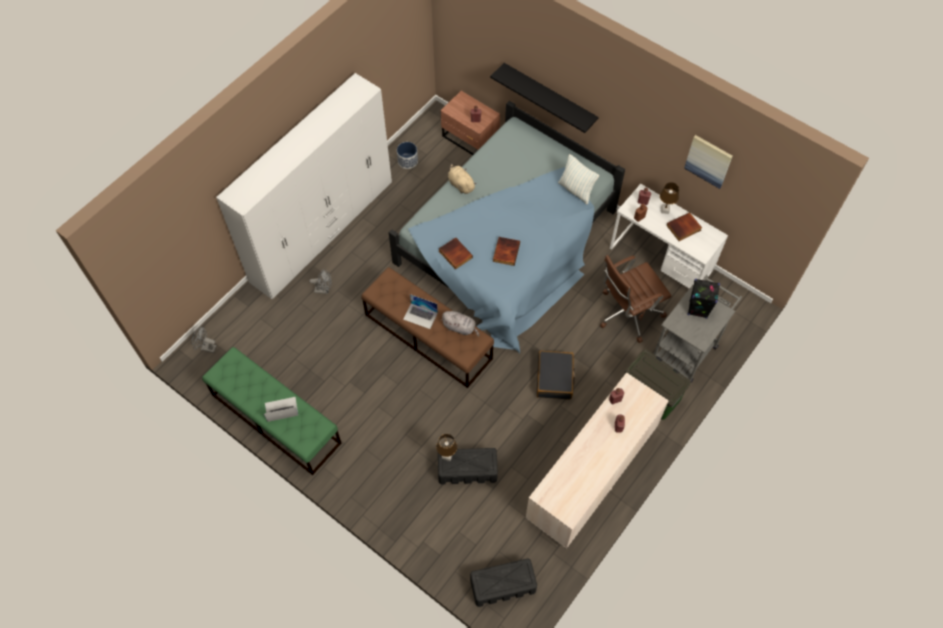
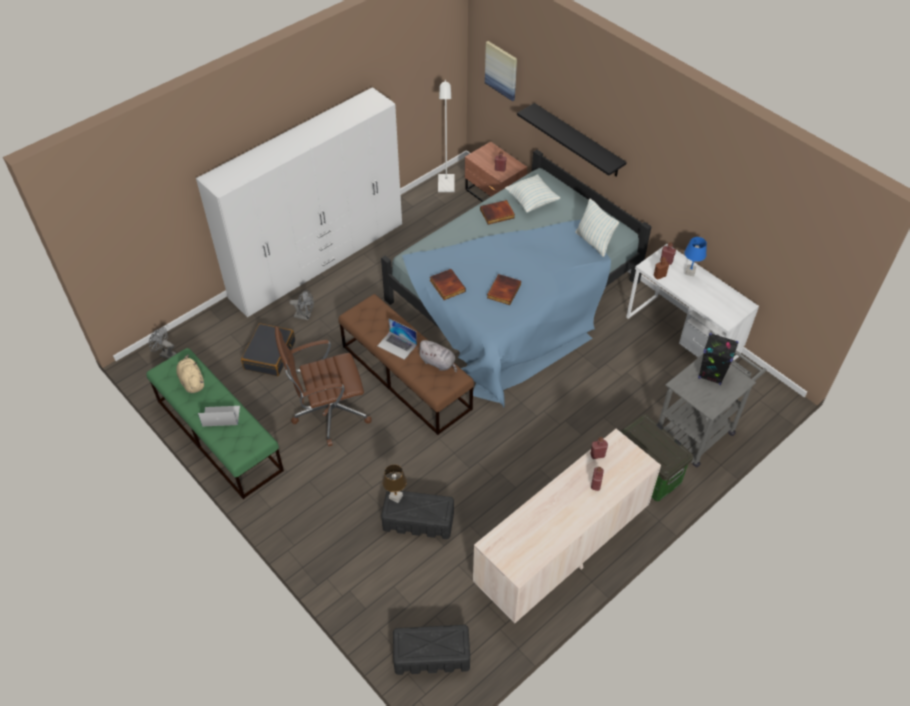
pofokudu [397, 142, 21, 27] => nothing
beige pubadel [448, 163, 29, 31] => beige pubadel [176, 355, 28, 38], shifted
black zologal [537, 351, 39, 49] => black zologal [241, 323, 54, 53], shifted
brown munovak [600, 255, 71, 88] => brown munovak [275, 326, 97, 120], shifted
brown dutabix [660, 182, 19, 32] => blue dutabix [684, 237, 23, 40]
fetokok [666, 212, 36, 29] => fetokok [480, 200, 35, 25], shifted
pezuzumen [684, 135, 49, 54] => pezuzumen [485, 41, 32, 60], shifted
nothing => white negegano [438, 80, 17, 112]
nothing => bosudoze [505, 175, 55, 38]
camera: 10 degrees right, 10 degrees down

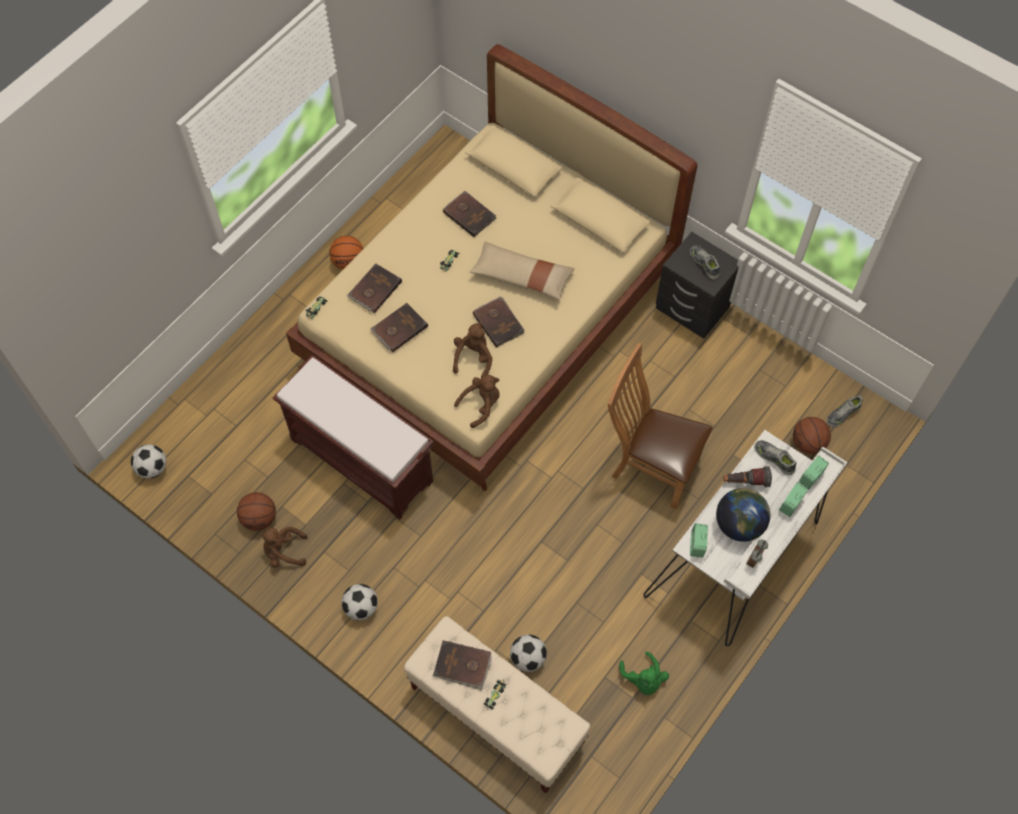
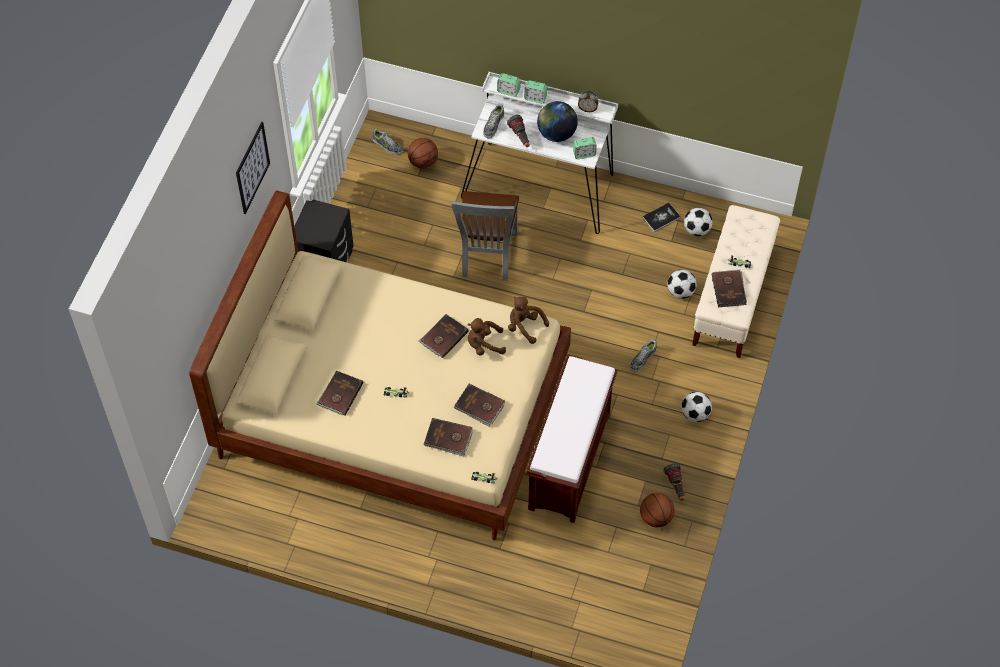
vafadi [131, 444, 35, 35] => vafadi [684, 208, 29, 28], shifted
brown pubadel [260, 527, 47, 41] => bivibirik [664, 463, 21, 38]
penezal [330, 236, 33, 34] => nothing
beige bosudoze [470, 242, 105, 58] => nothing
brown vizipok [608, 343, 104, 166] => grey vizipok [451, 191, 68, 90]
green pubadel [619, 651, 50, 44] => fetokok [642, 203, 39, 29]
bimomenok [690, 245, 30, 34] => bimomenok [630, 340, 27, 32], shifted
nothing => pezuzumen [236, 121, 34, 93]
camera: 110 degrees left, 5 degrees down

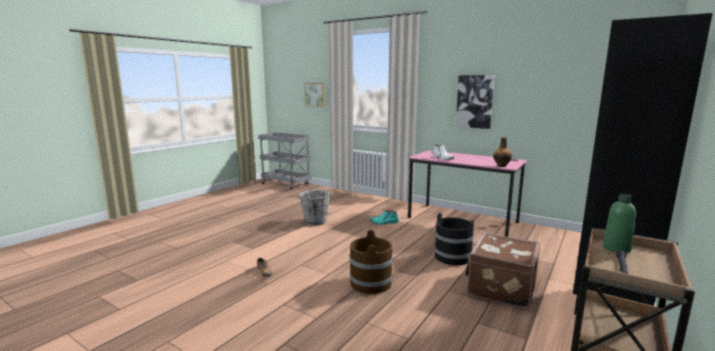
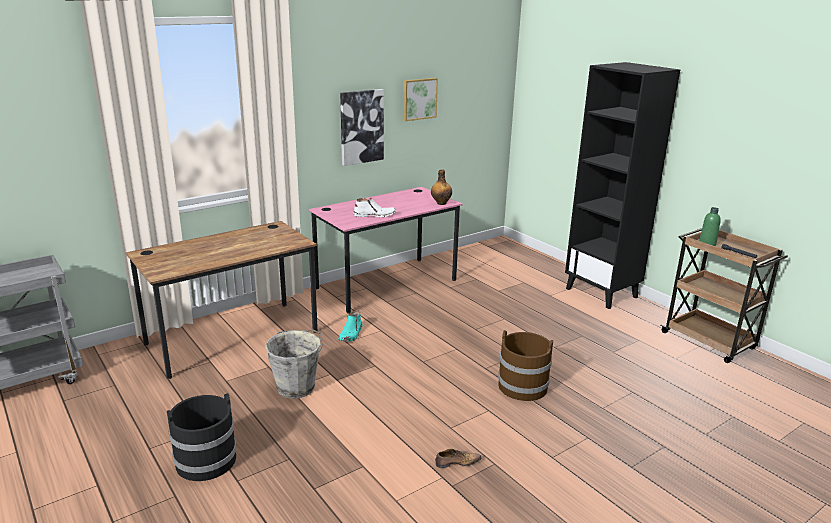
pezuzumen [305, 83, 20, 24] => pezuzumen [403, 78, 35, 43], shifted
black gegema [434, 213, 40, 52] => black gegema [167, 393, 69, 88], shifted
brown zologal [465, 233, 75, 76] => nothing
nothing => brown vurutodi [126, 221, 192, 158]
camera: 70 degrees left, 10 degrees up

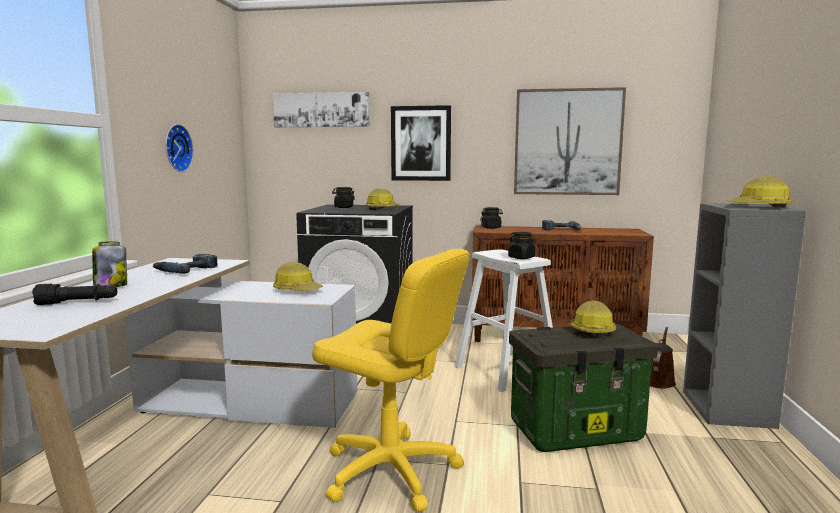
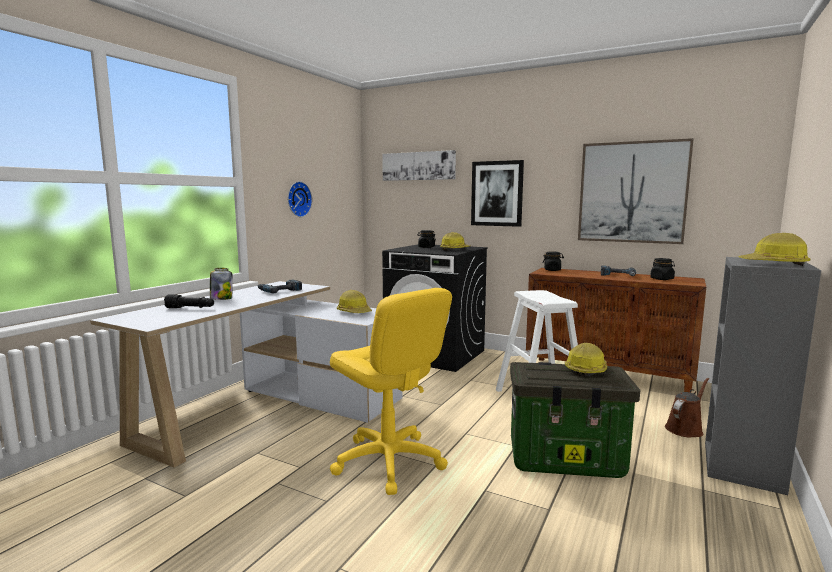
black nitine [508, 232, 28, 27] => black nitine [650, 258, 25, 22], shifted
camera: 20 degrees right, 0 degrees up

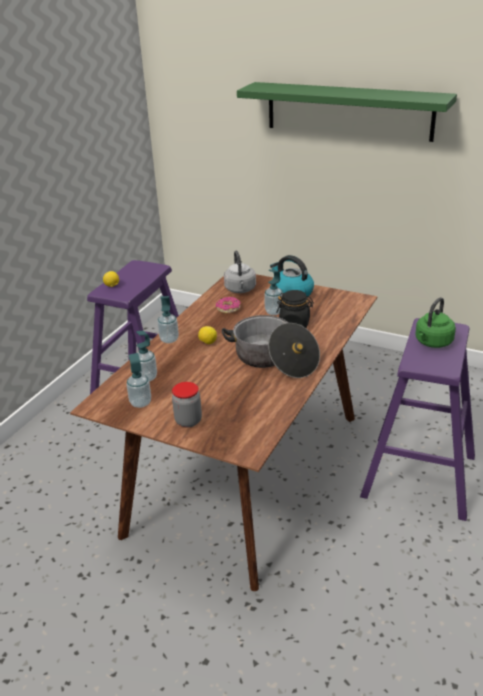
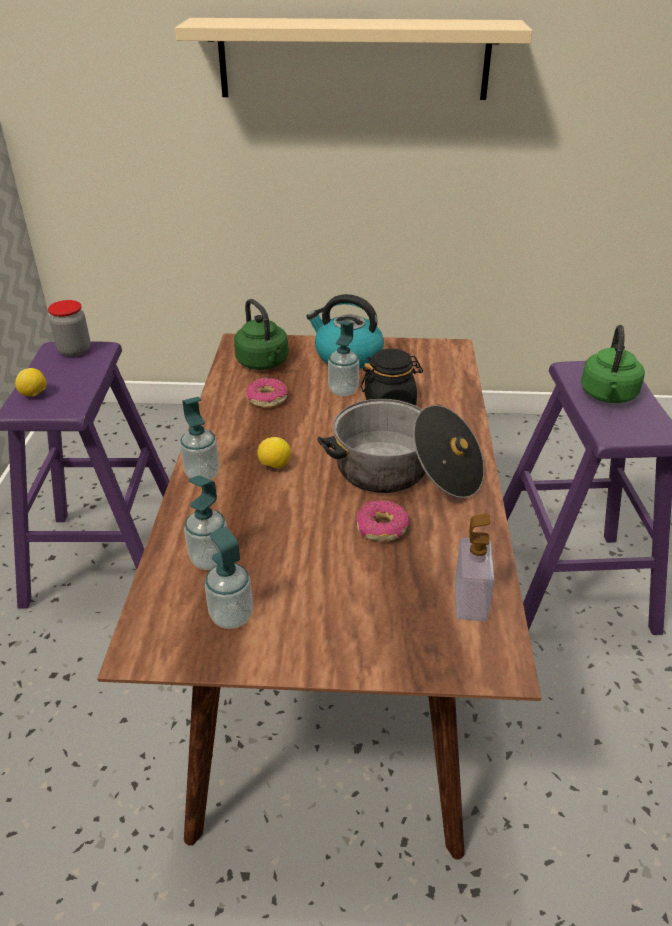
nitine [172, 382, 30, 45] => nitine [48, 300, 43, 57], shifted
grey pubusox [224, 250, 32, 43] => green pubusox [234, 299, 54, 71]
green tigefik [237, 82, 220, 60] => beige tigefik [175, 18, 358, 82]
nothing => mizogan [356, 500, 53, 42]
nothing => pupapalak [455, 513, 40, 108]
camera: 25 degrees left, 5 degrees up

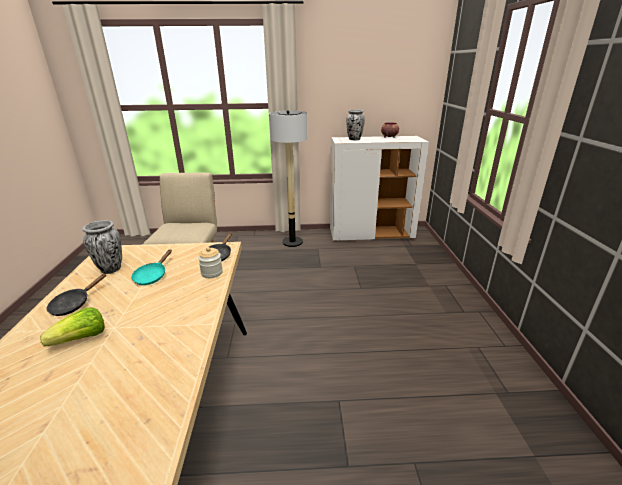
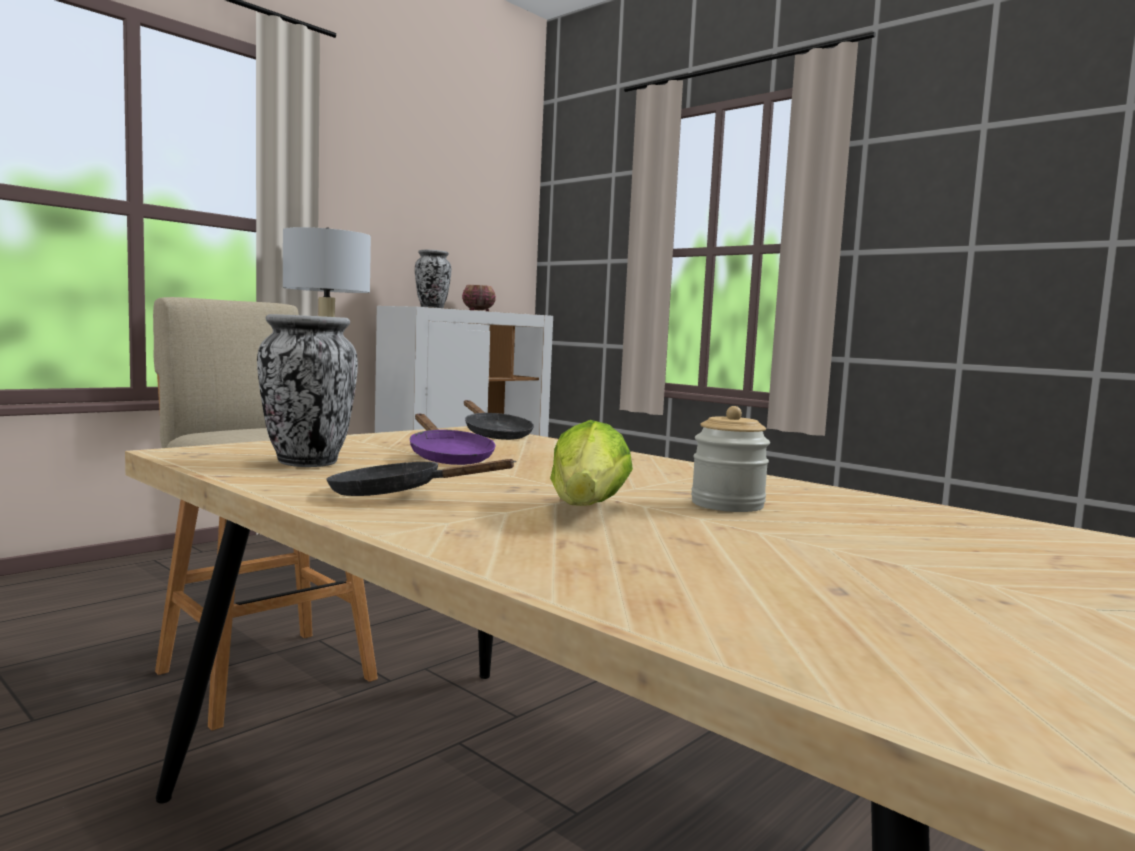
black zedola [46, 274, 60, 42] => black zedola [326, 459, 190, 37], 120 degrees clockwise
turquoise zedola [131, 249, 41, 36] => purple zedola [410, 414, 86, 51]
nitine [198, 247, 25, 31] => nitine [691, 406, 79, 106], shifted
camera: 45 degrees left, 20 degrees down

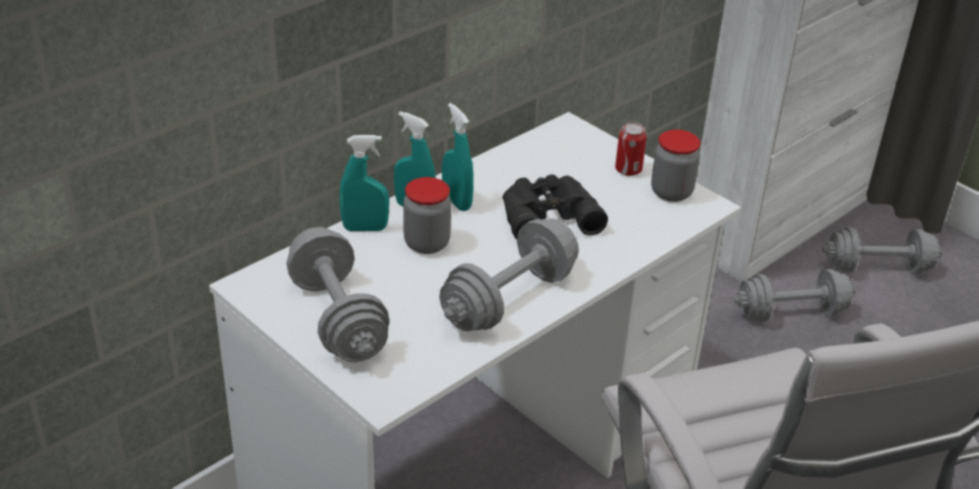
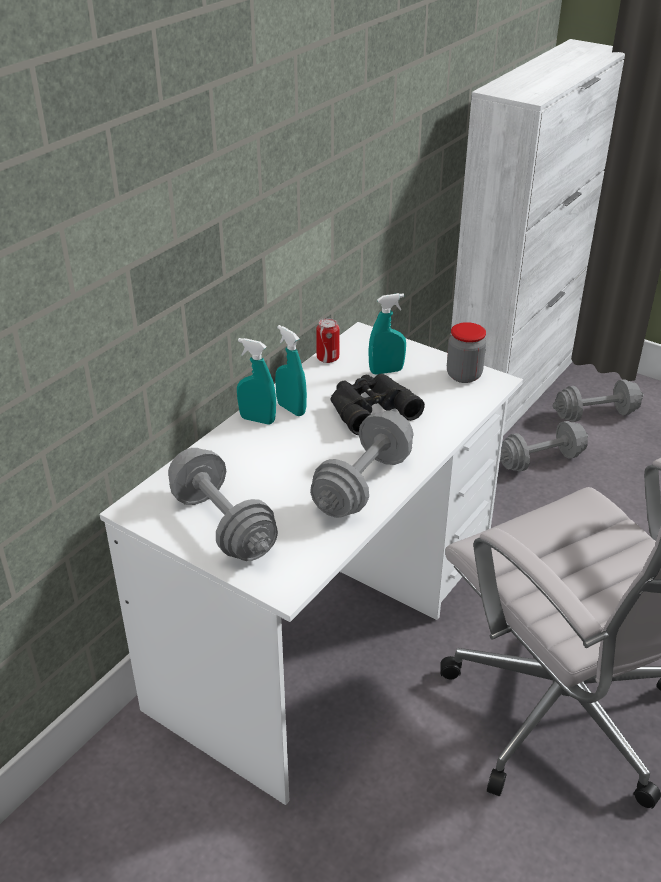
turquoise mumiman [340, 135, 49, 96] => turquoise mumiman [368, 293, 38, 82], shifted
nitine [403, 177, 48, 77] => nothing
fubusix [615, 122, 32, 54] => fubusix [316, 318, 23, 45], shifted
camera: 10 degrees left, 0 degrees up

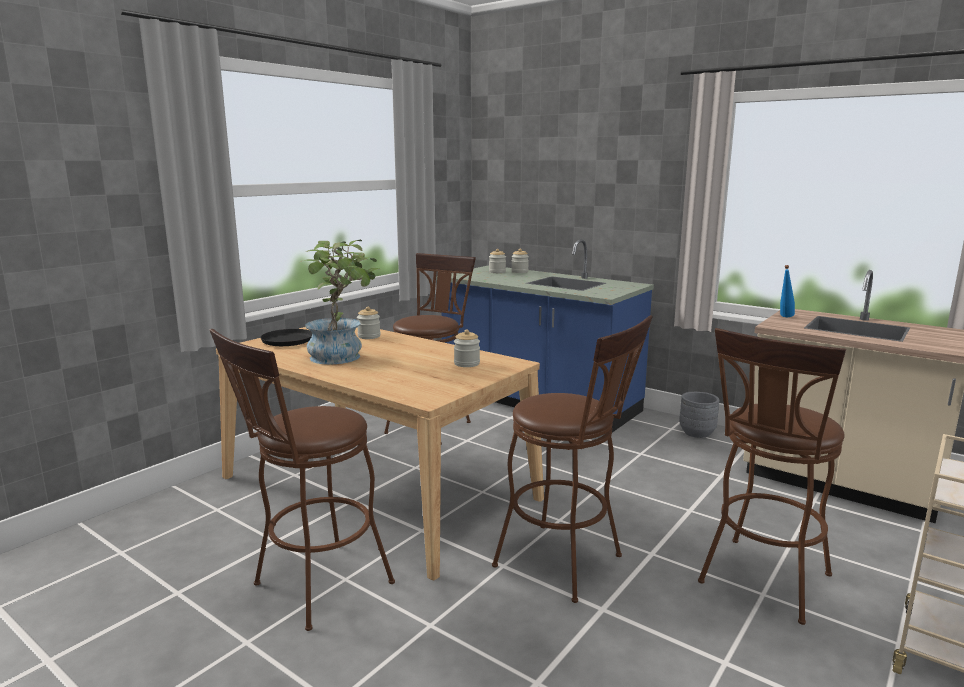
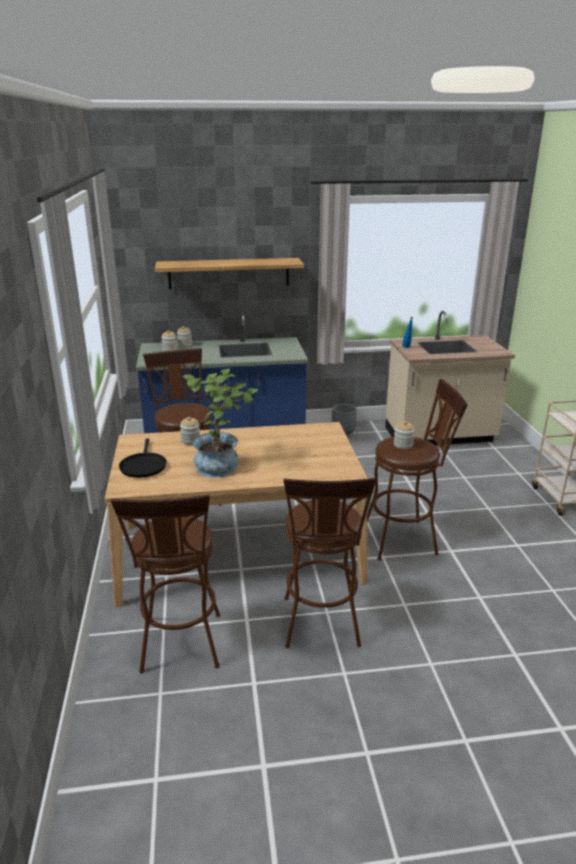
nitine [454, 330, 26, 37] => nitine [394, 421, 21, 28], shifted
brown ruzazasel [698, 328, 148, 297] => brown ruzazasel [111, 495, 109, 178], shifted
nothing => tigefik [155, 258, 149, 31]
camera: 45 degrees left, 10 degrees up

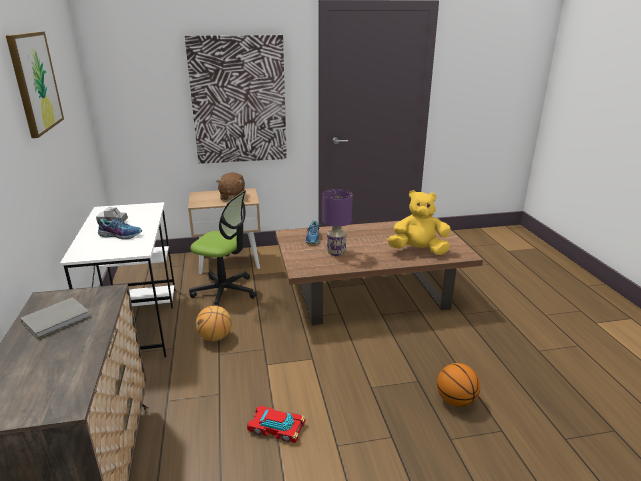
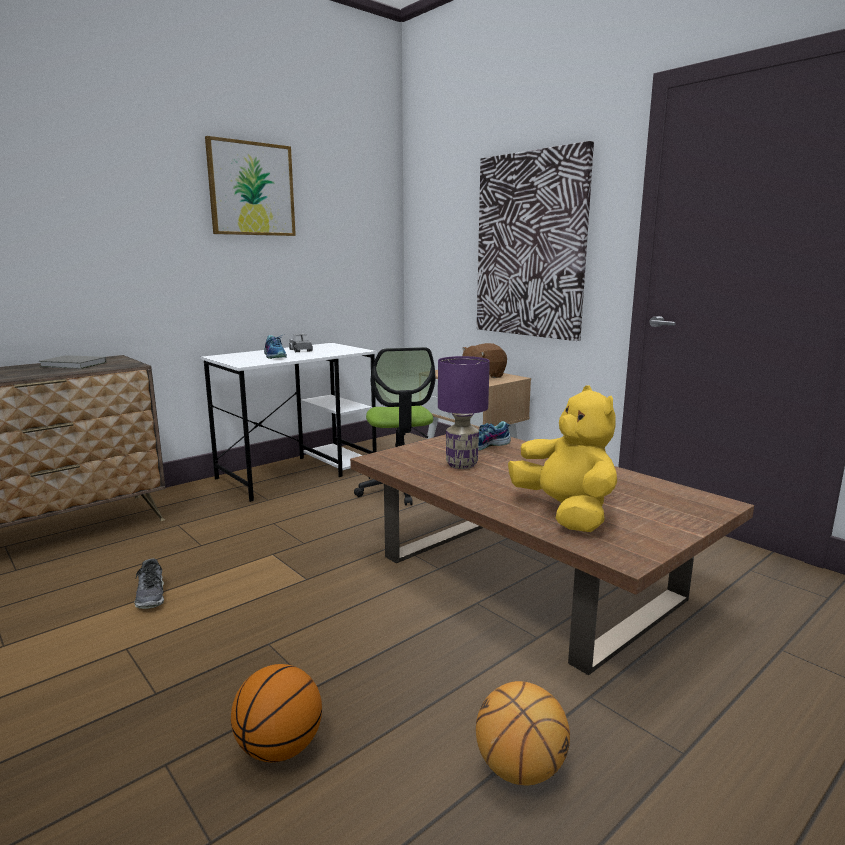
penezal [196, 306, 36, 35] => penezal [476, 681, 94, 104], shifted
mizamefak [247, 406, 59, 37] => bimomenok [135, 558, 29, 51]
camera: 60 degrees right, 10 degrees down

